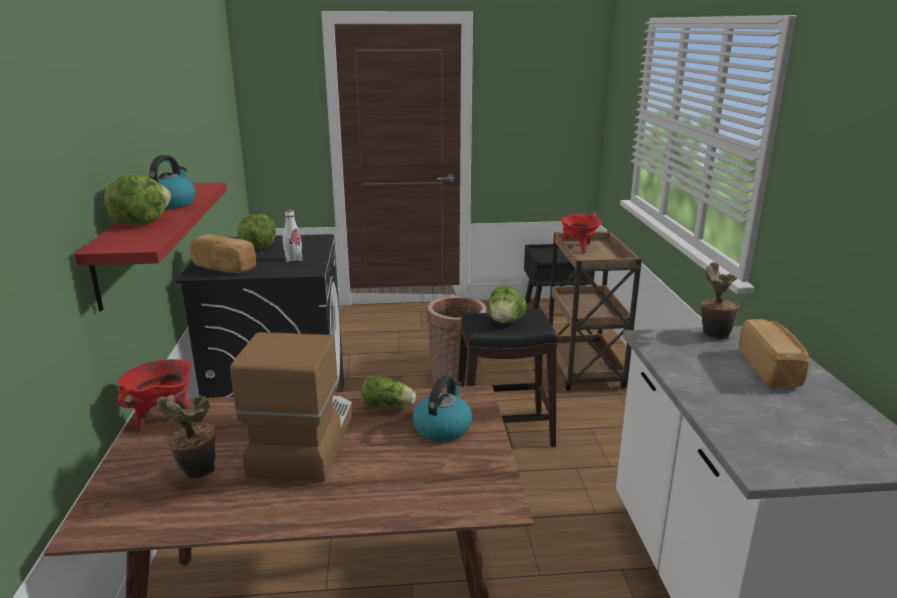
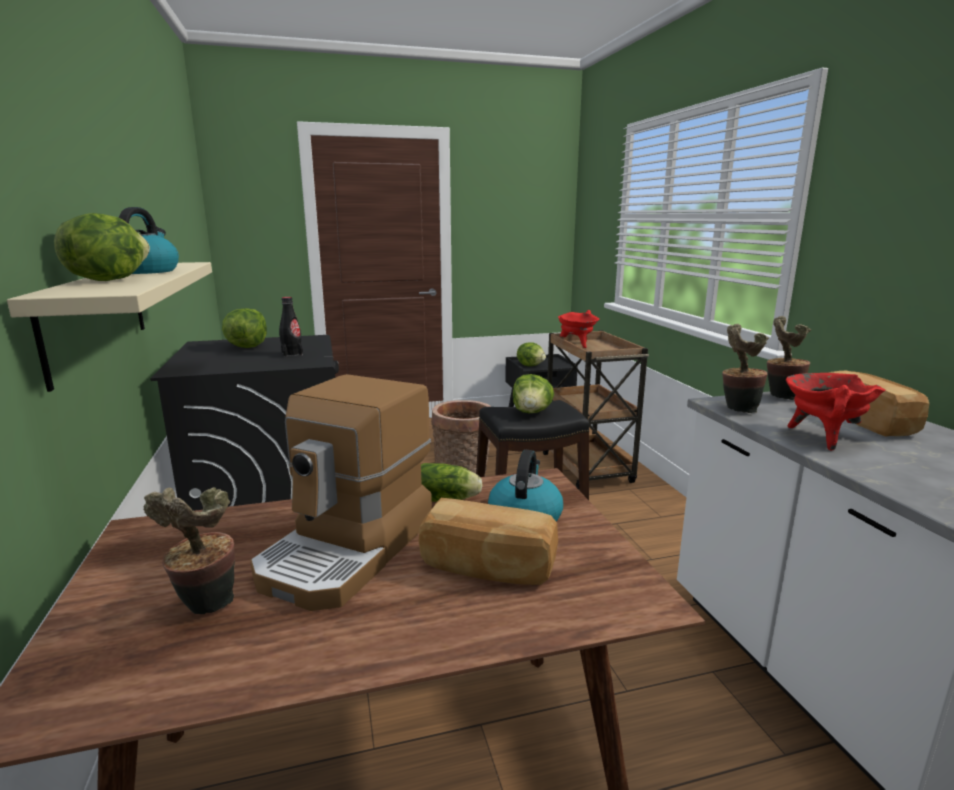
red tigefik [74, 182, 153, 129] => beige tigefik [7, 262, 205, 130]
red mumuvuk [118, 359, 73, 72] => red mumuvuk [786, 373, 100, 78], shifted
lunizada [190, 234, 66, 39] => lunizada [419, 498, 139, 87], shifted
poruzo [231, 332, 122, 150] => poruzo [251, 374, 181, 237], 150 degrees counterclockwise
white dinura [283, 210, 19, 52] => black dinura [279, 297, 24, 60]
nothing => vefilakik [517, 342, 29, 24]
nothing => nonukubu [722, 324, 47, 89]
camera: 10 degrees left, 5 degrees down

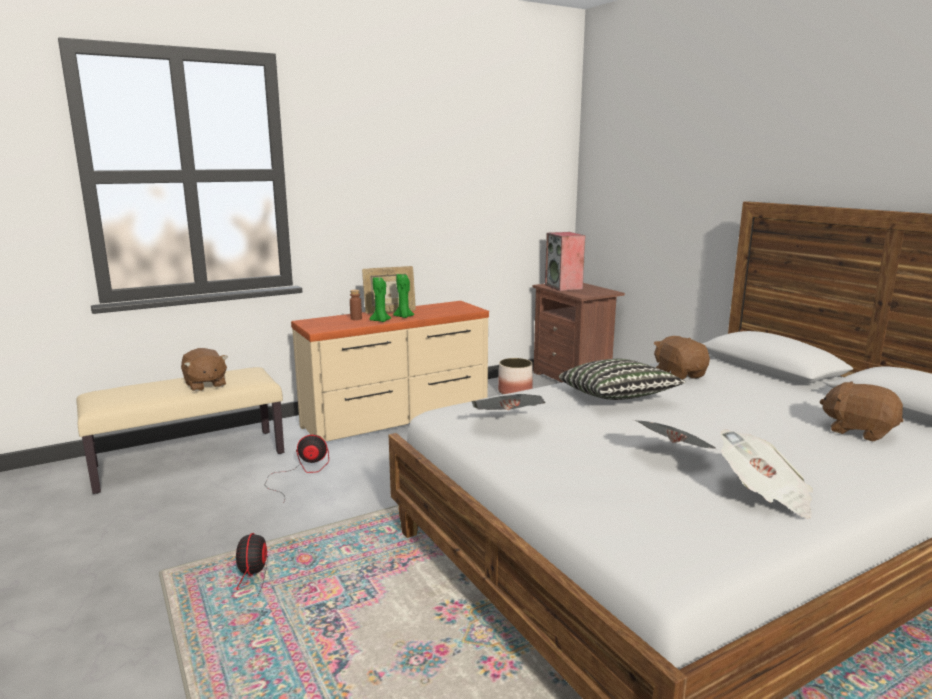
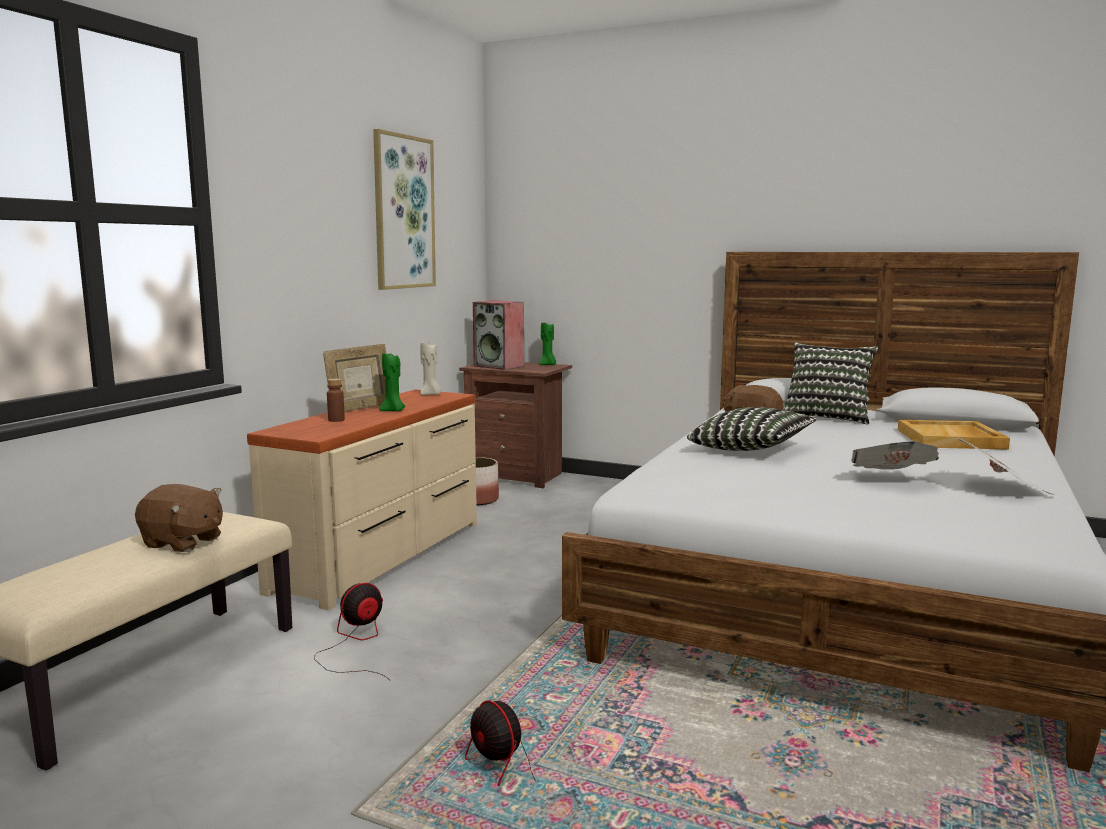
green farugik [370, 277, 21, 45] => green farugik [540, 321, 16, 44], shifted
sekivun [471, 394, 74, 16] => nothing
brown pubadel [820, 381, 83, 61] => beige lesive [898, 420, 112, 30]
nothing => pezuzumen [373, 129, 63, 161]
nothing => beige farugik [420, 340, 21, 55]
nothing => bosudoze [783, 342, 95, 83]
camera: 35 degrees left, 5 degrees down

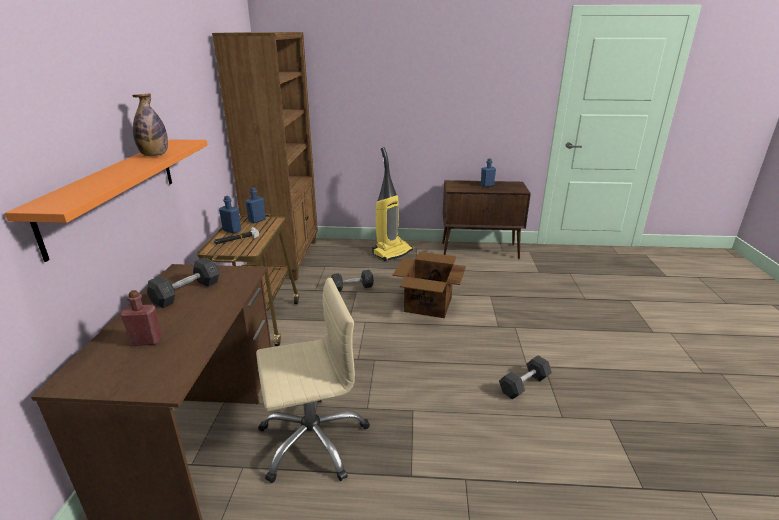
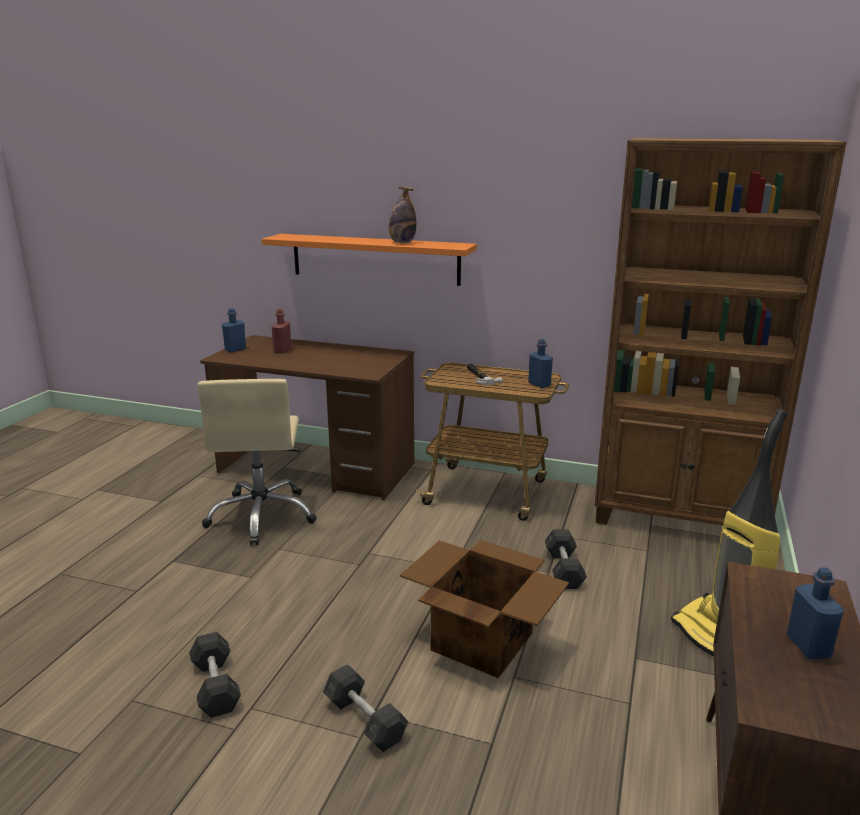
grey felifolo [147, 258, 72, 50] => grey felifolo [323, 664, 85, 88], shifted
blue dinura [219, 196, 22, 37] => blue dinura [222, 308, 24, 44], shifted
camera: 105 degrees right, 5 degrees down

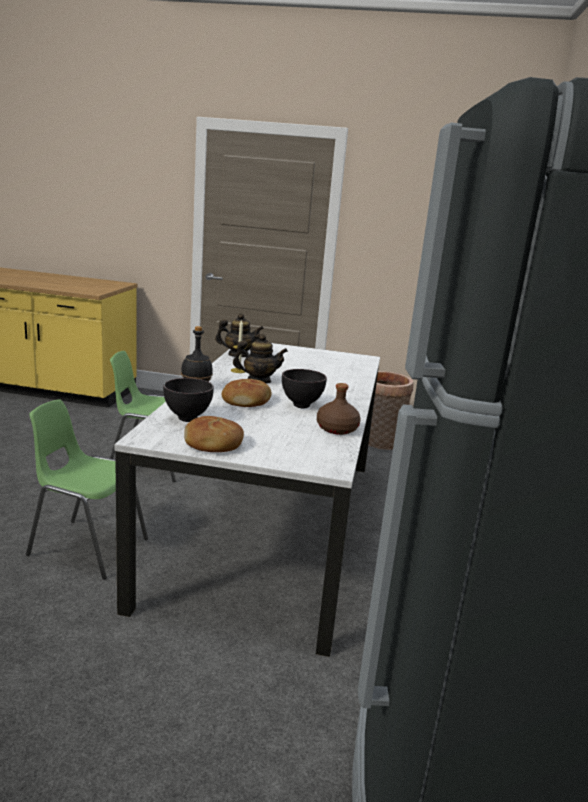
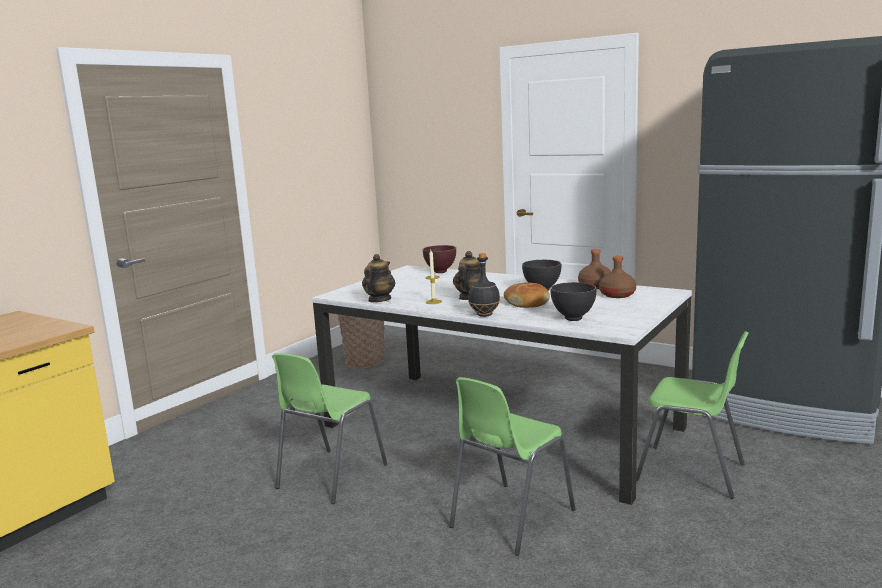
lunizada [184, 416, 60, 36] => nothing
nothing => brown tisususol [423, 245, 33, 28]
nothing => brown dinura [599, 256, 37, 42]
nothing => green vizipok [636, 331, 113, 168]
camera: 65 degrees left, 5 degrees down

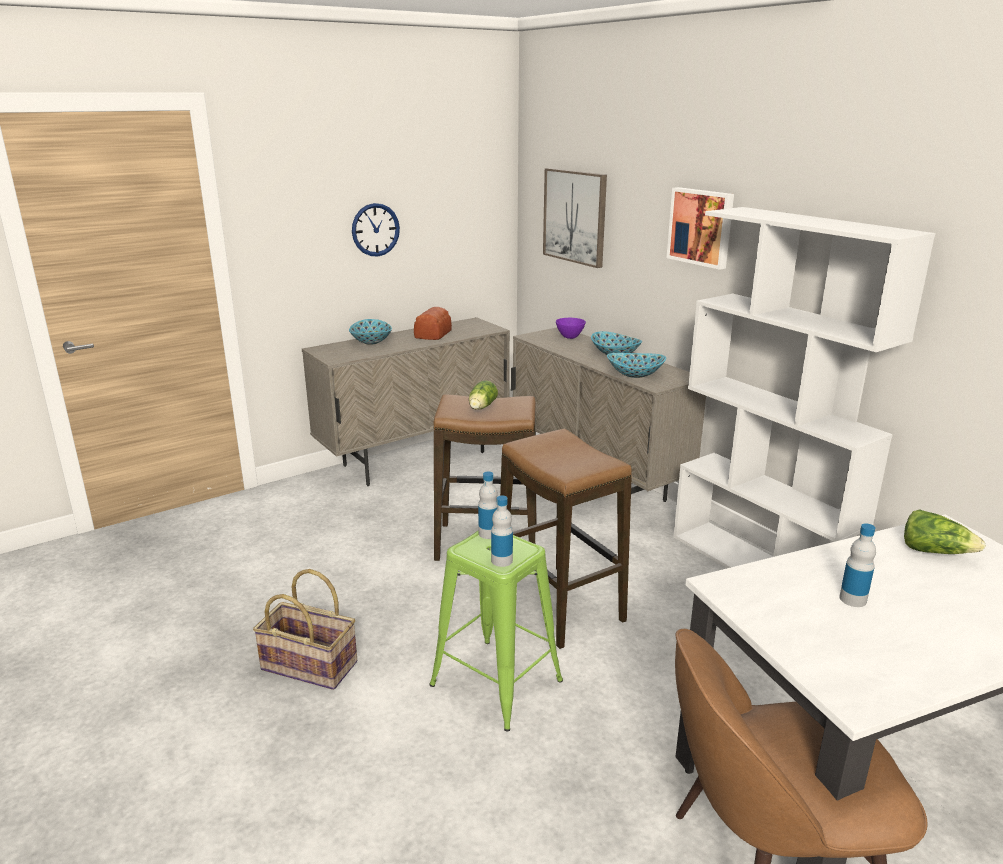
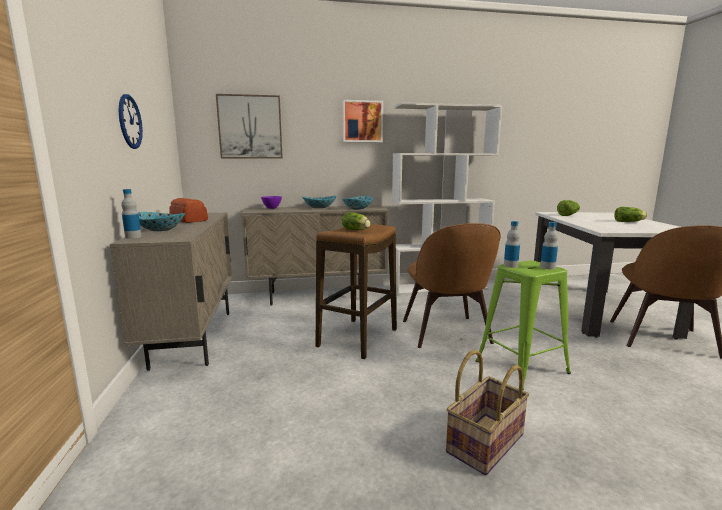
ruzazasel [500, 429, 132, 220] => brown vizipok [403, 223, 98, 125]
dinura [839, 523, 37, 84] => dinura [121, 189, 20, 50], shifted
nothing => vefilakik [614, 207, 33, 15]
camera: 65 degrees left, 10 degrees down

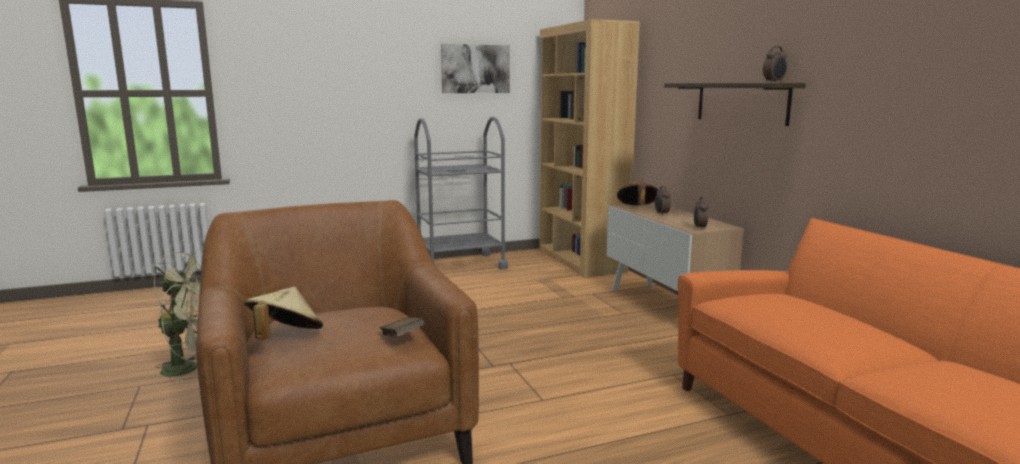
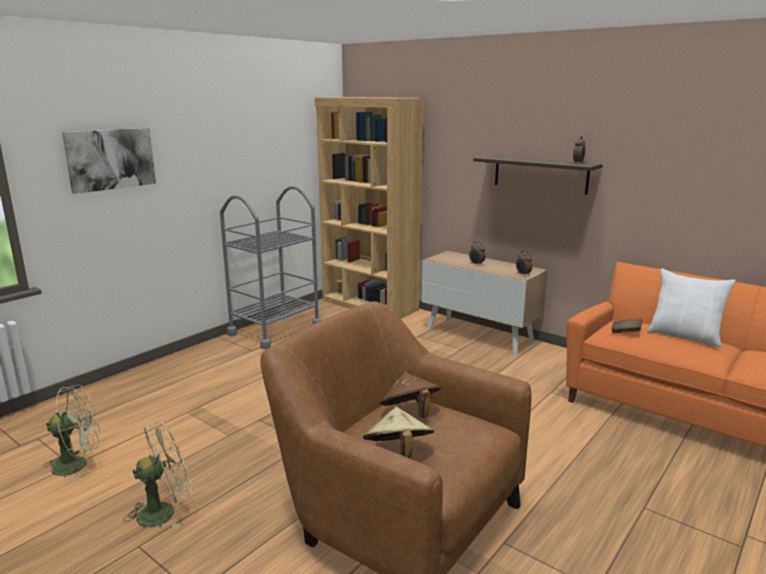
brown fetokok [380, 317, 45, 20] => brown fetokok [611, 318, 31, 16], shifted
pezuzumen [441, 44, 69, 49] => pezuzumen [62, 128, 94, 66], shifted
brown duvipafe [617, 180, 42, 25] => brown duvipafe [380, 372, 61, 46], shifted
nothing => white bosudoze [647, 268, 89, 79]
camera: 30 degrees left, 5 degrees up

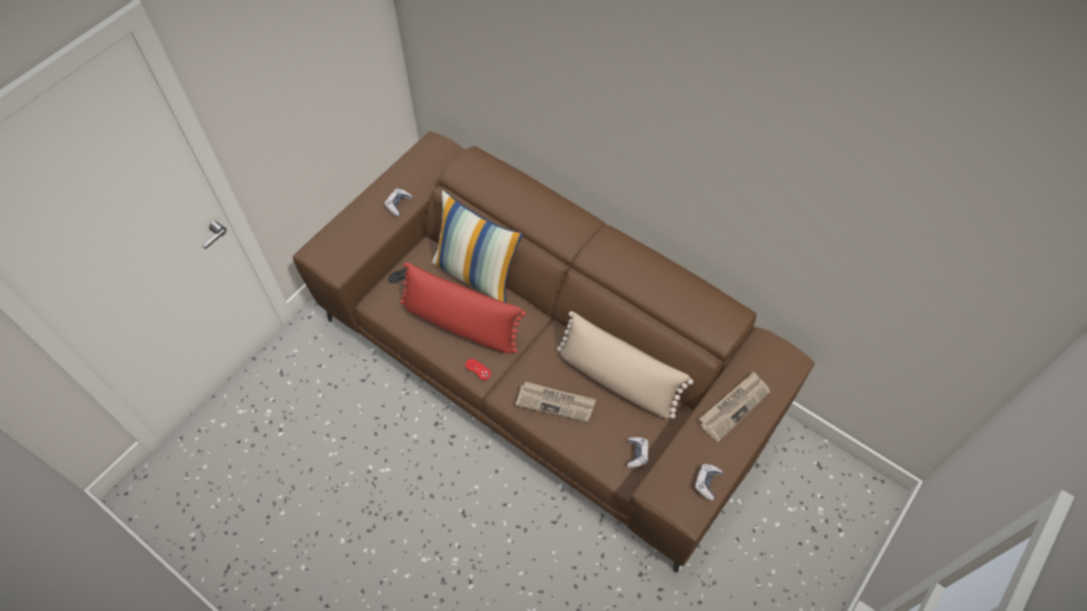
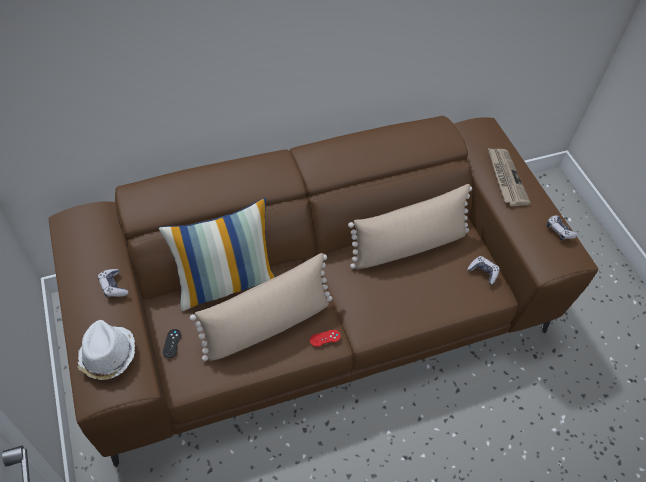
red bosudoze [400, 262, 126, 92] => beige bosudoze [190, 253, 142, 108]
sekivun [516, 381, 80, 41] => nothing
nothing => white duvipafe [77, 320, 58, 60]
camera: 60 degrees left, 5 degrees down

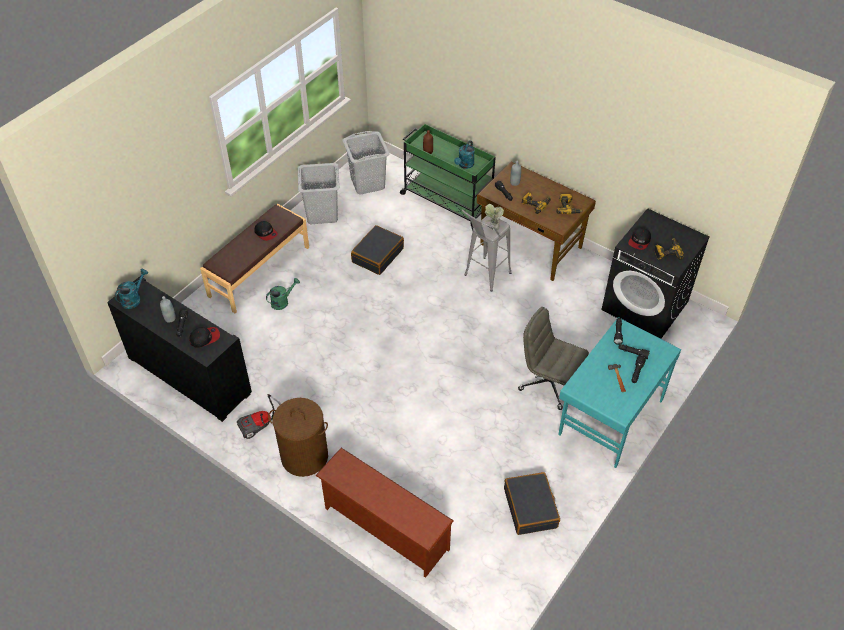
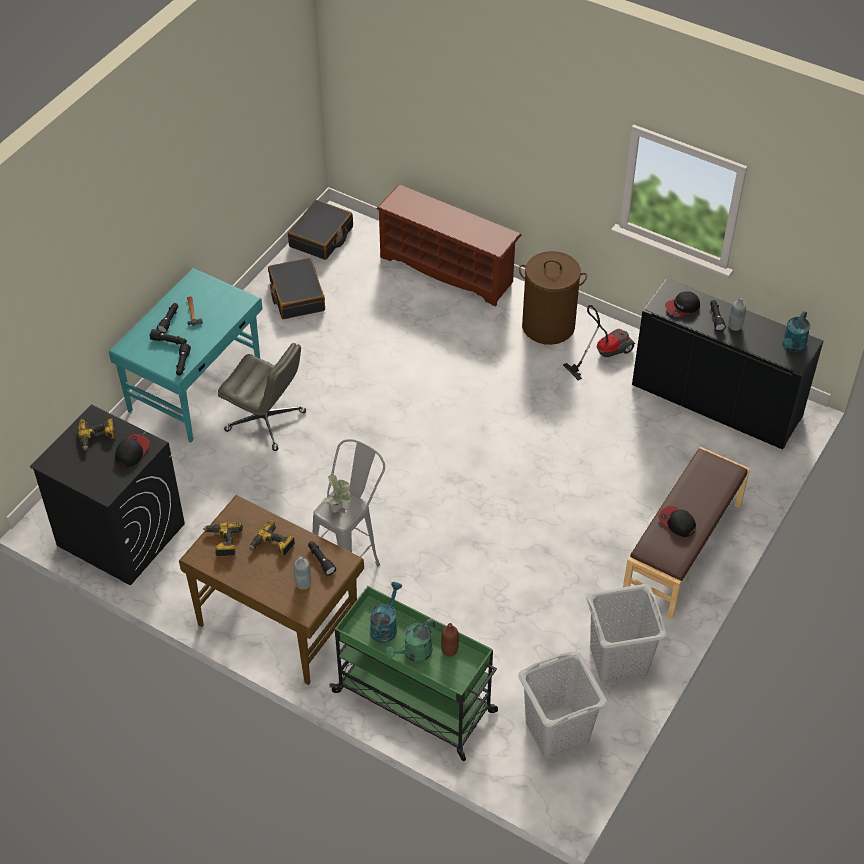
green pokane [266, 278, 34, 32] => green pokane [385, 619, 50, 43], shifted
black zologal [351, 225, 53, 50] => black zologal [288, 200, 65, 60], shifted
camera: 175 degrees right, 0 degrees up

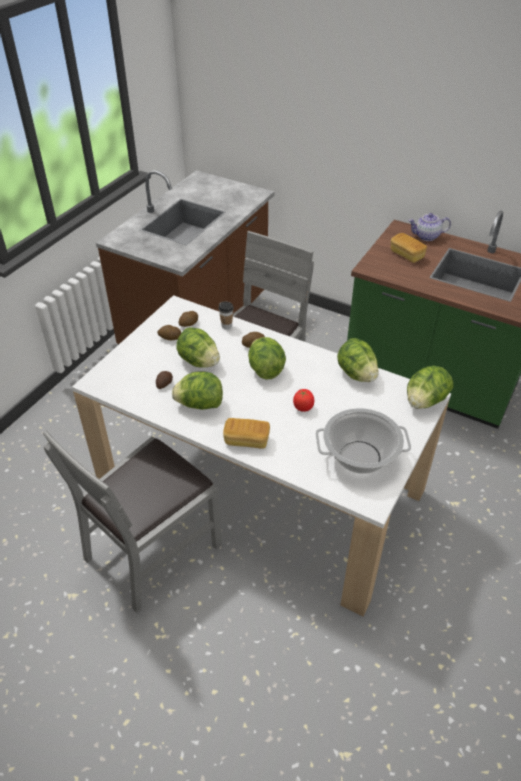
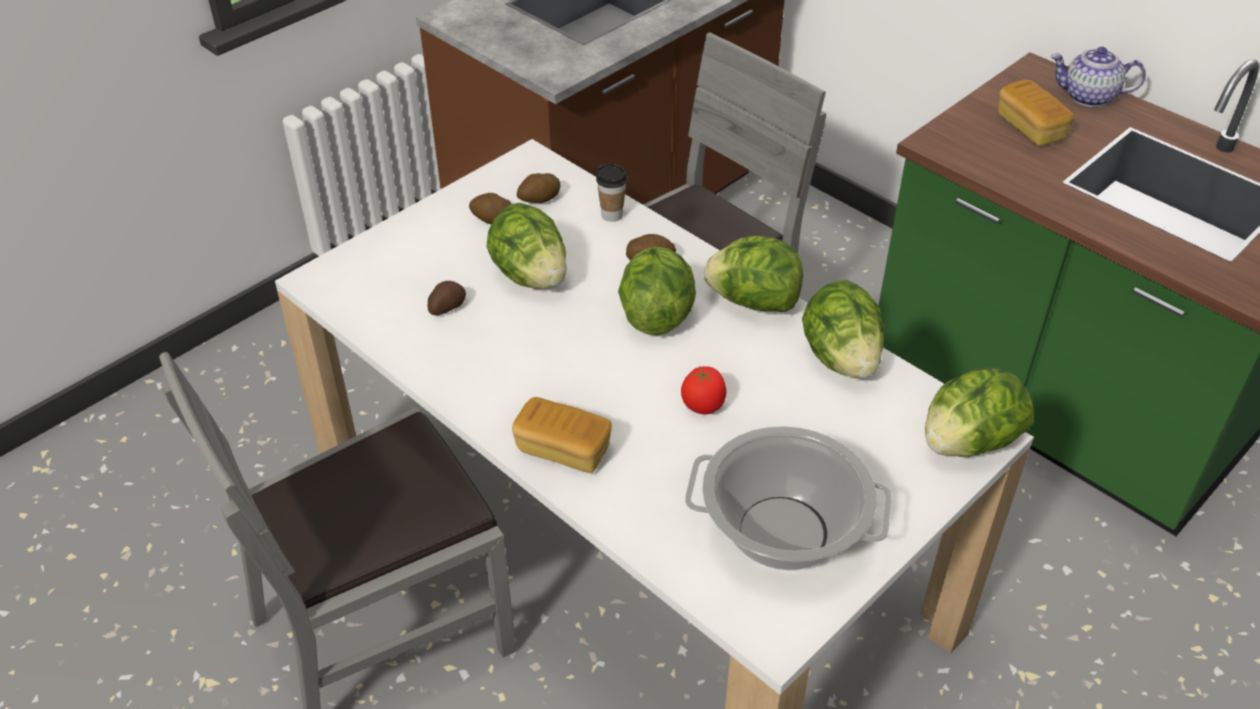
vefilakik [172, 372, 51, 38] => vefilakik [704, 236, 99, 76], shifted
camera: 15 degrees right, 0 degrees up

